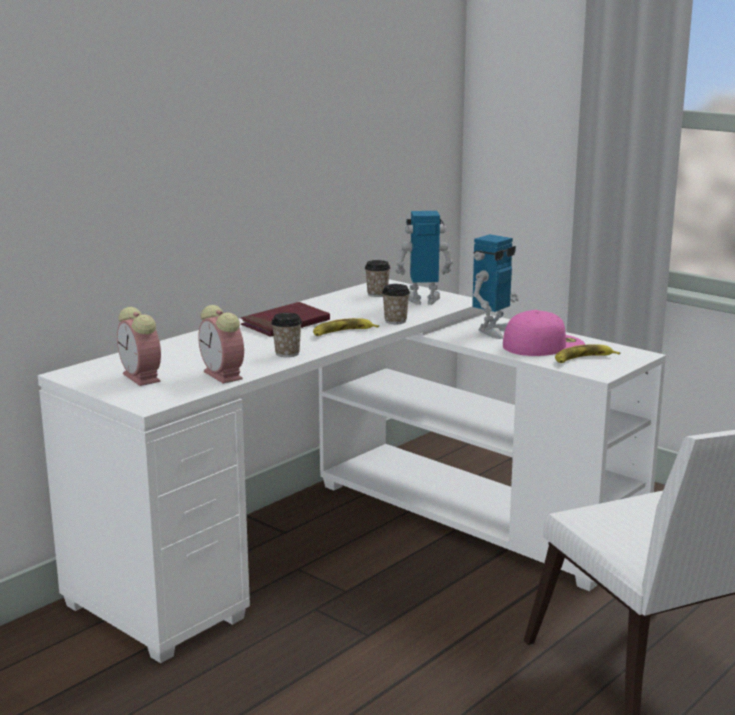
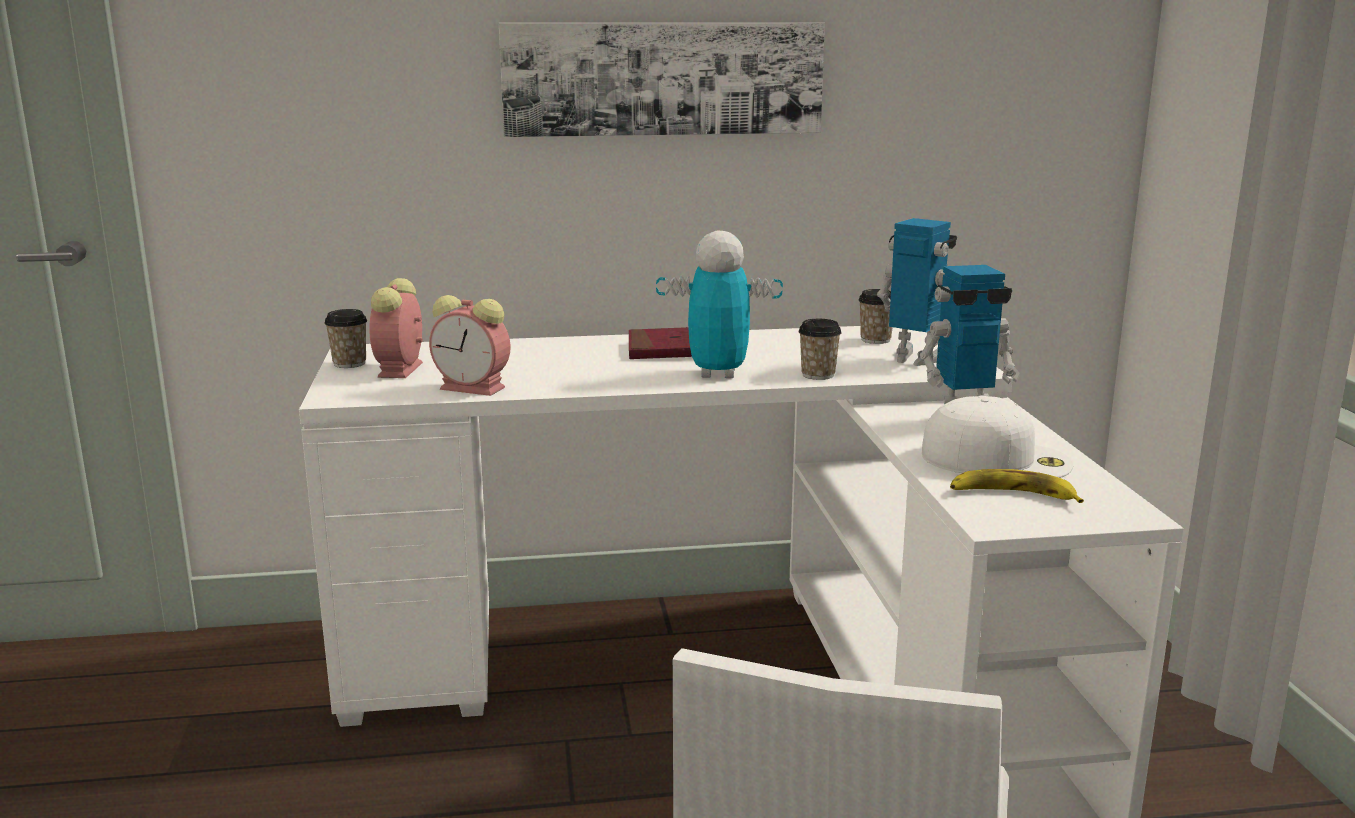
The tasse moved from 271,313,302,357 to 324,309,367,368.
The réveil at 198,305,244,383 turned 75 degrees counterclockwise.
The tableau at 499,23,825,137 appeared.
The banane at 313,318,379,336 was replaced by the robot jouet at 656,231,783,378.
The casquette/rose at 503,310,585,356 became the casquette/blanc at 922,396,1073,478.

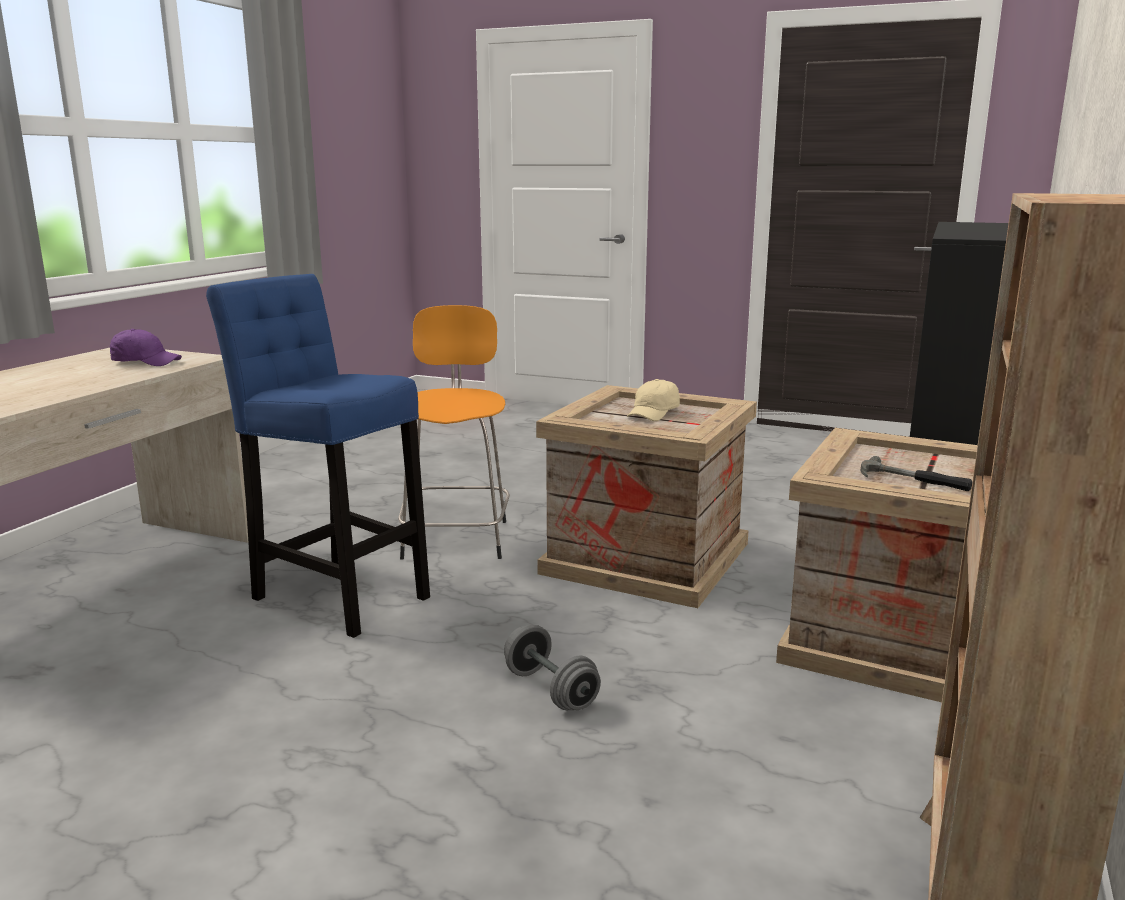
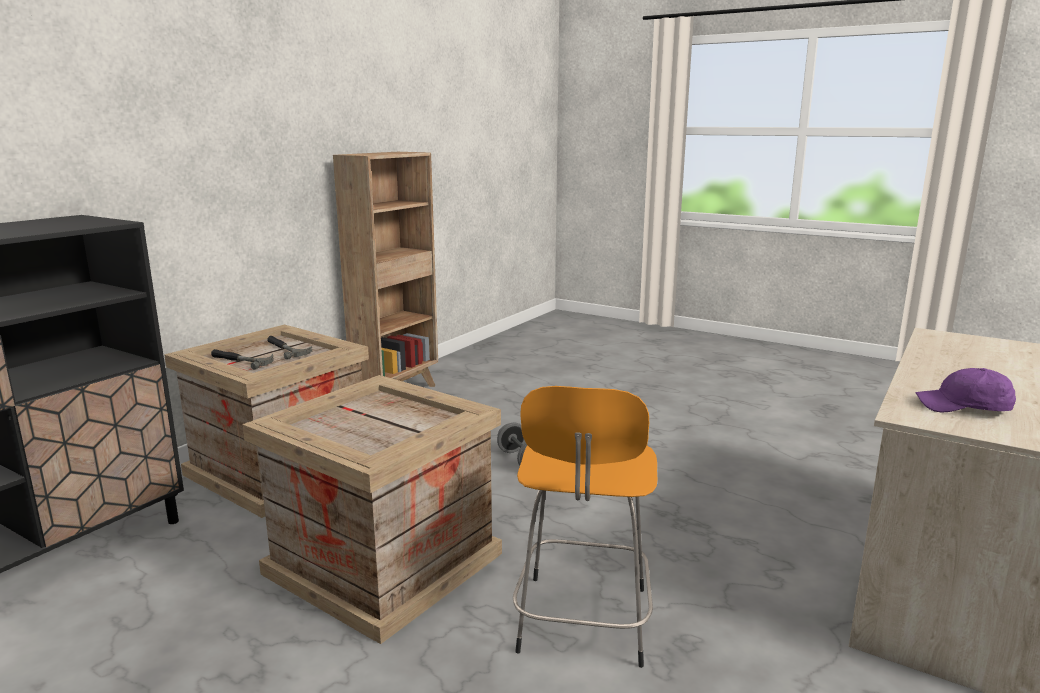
The marteau at 211,349,274,369 appeared.
The tabouret/bleu at 206,274,430,638 disappeared.
The casquette/beige at 627,379,680,421 disappeared.

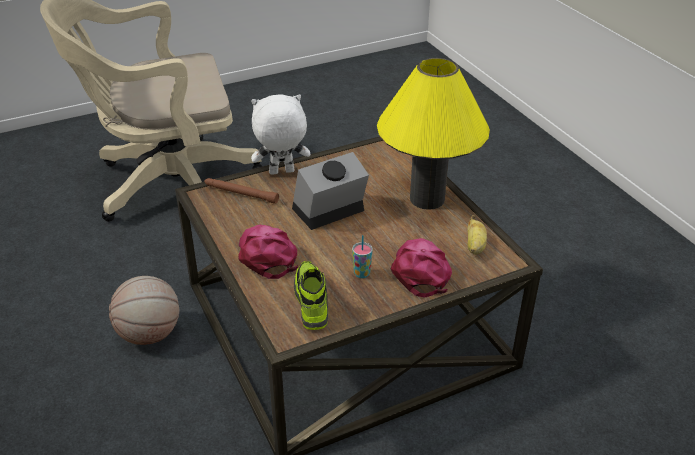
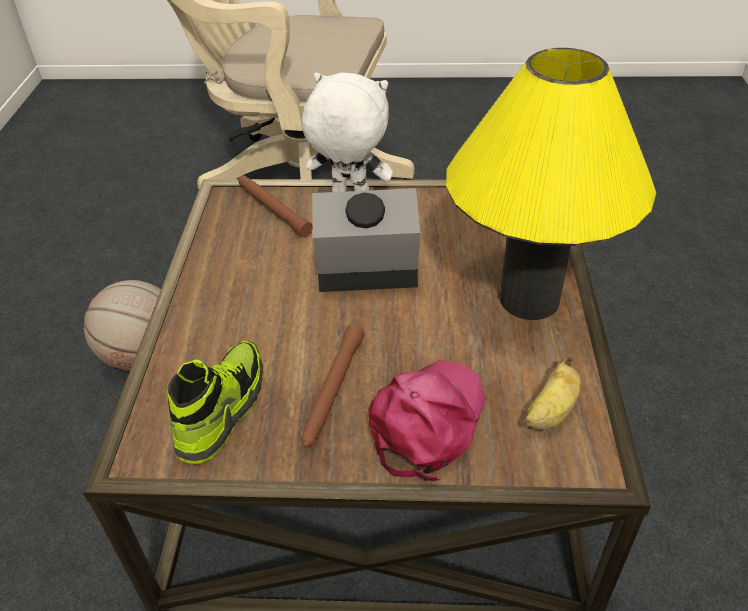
The tasse at 352,235,373,278 was replaced by the lampe de poche/marron at 301,324,365,448.
The casquette/rose at 238,224,298,279 disappeared.

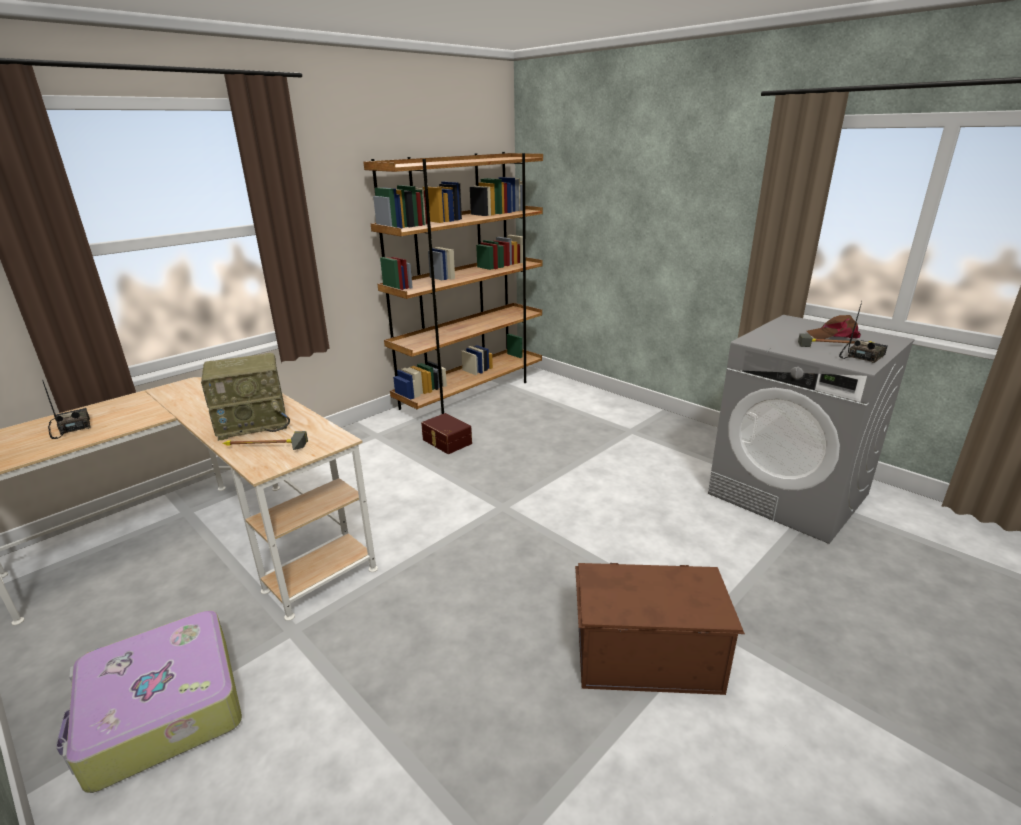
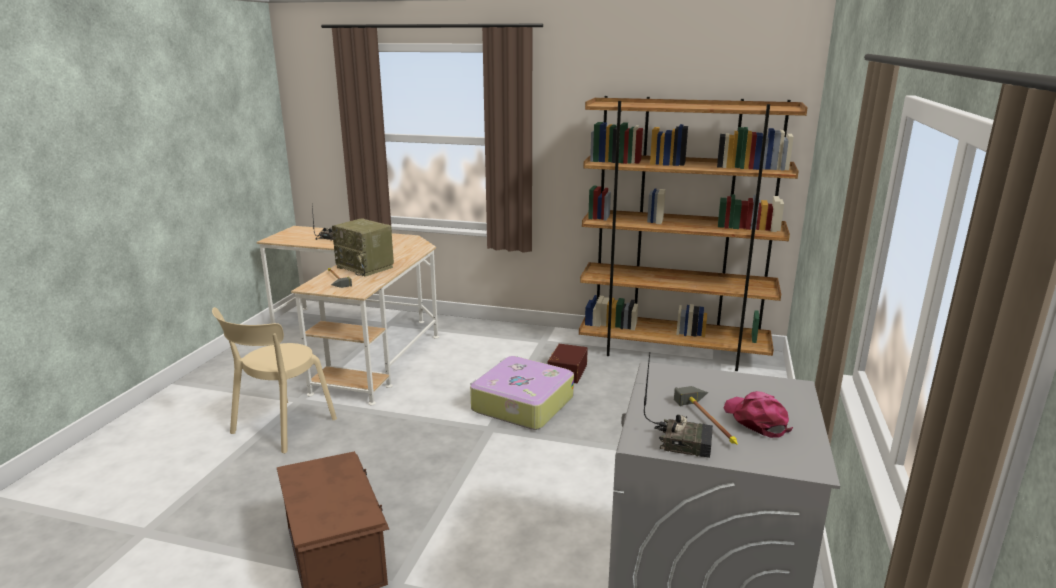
The chaise/beige at 212,307,337,454 appeared.
The valise moved from 56,610,242,793 to 470,356,574,430.
The casquette/marron at 807,315,861,339 became the casquette/rose at 724,391,793,438.

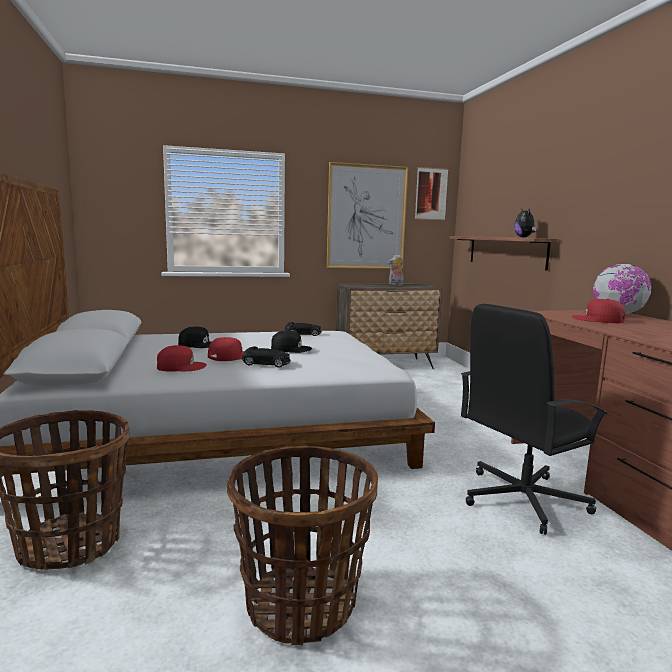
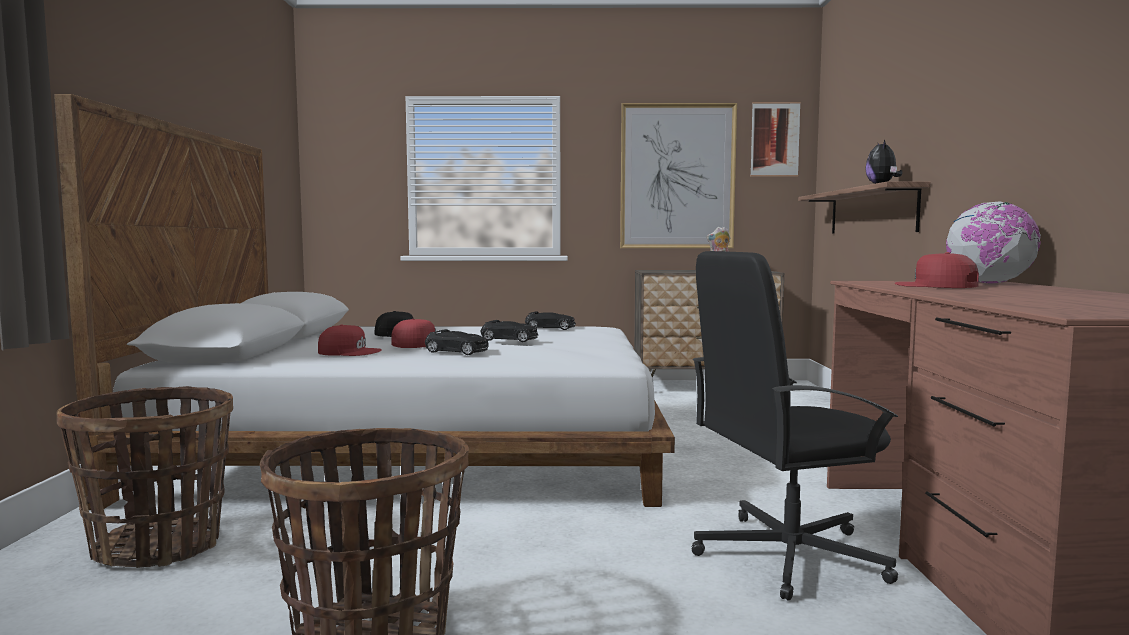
The casquette/noir at 271,330,312,353 was replaced by the petite voiture/noir at 480,320,539,342.

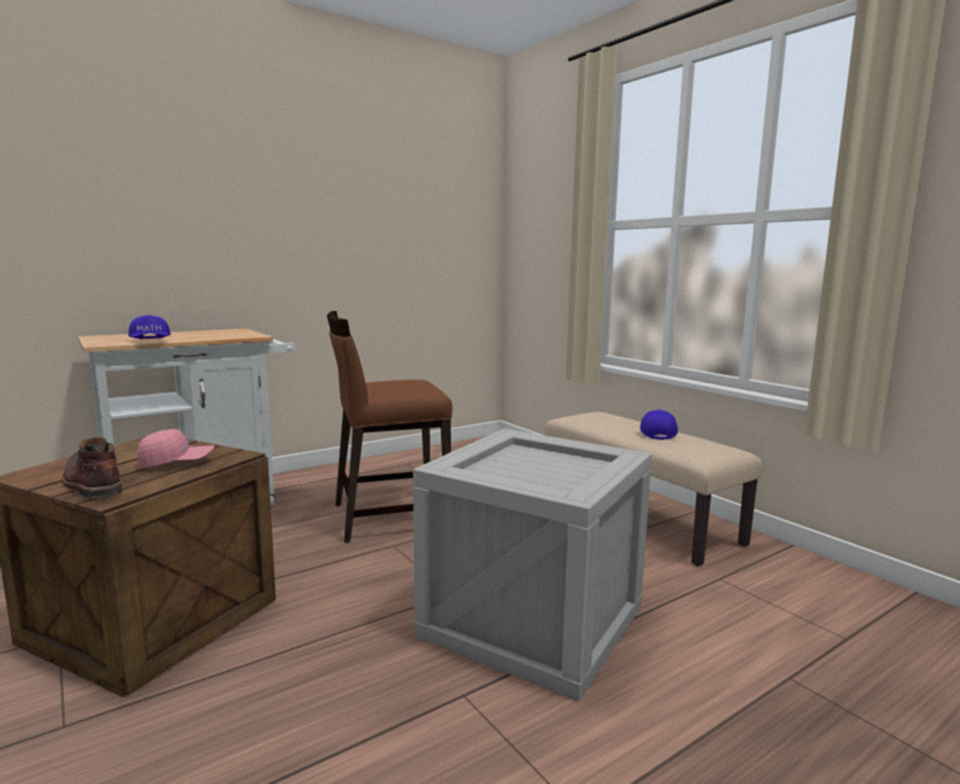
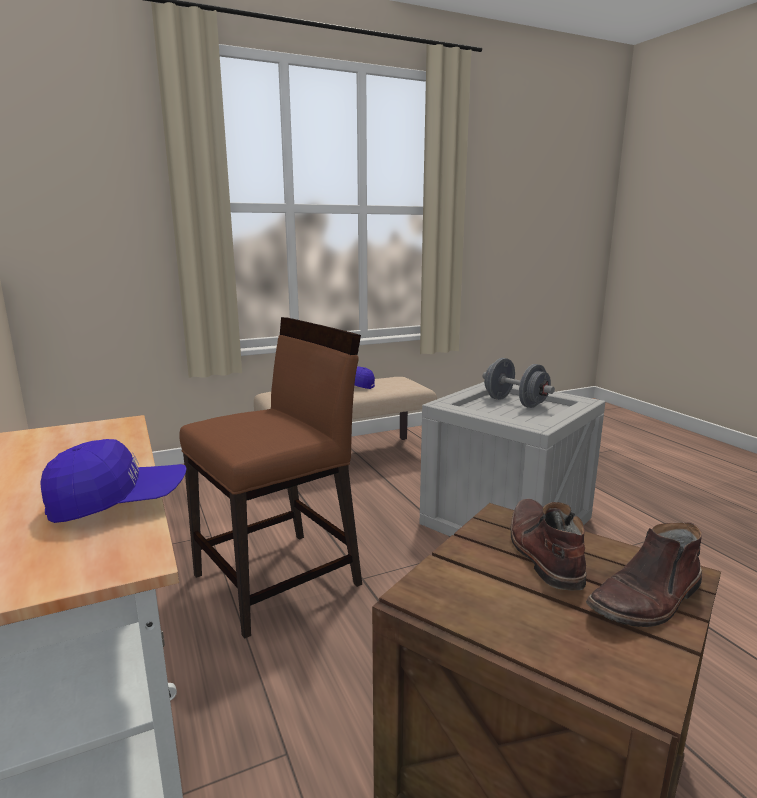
The chaise/marron at 327,311,452,543 turned 120 degrees counterclockwise.
The haltère/gris at 483,358,555,408 appeared.
The casquette/rose at 138,429,214,469 was replaced by the botte/marron at 510,499,587,590.

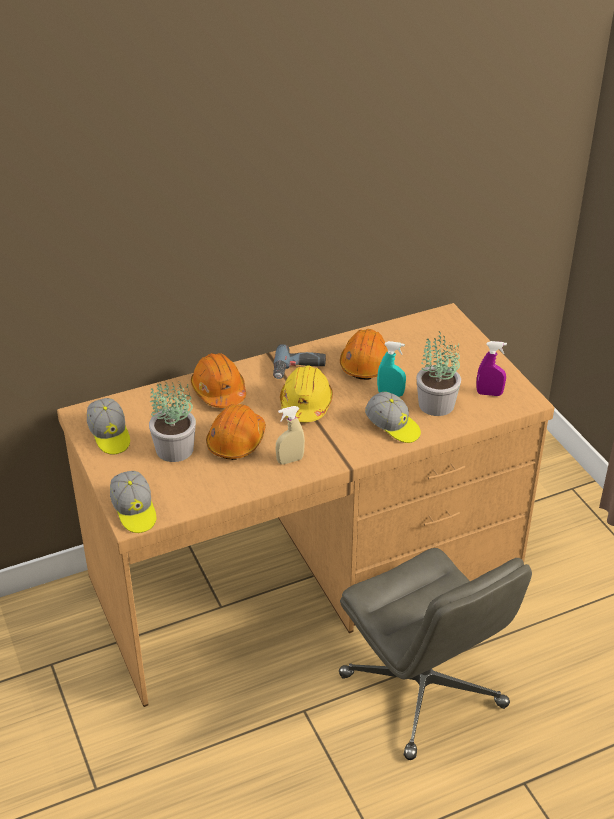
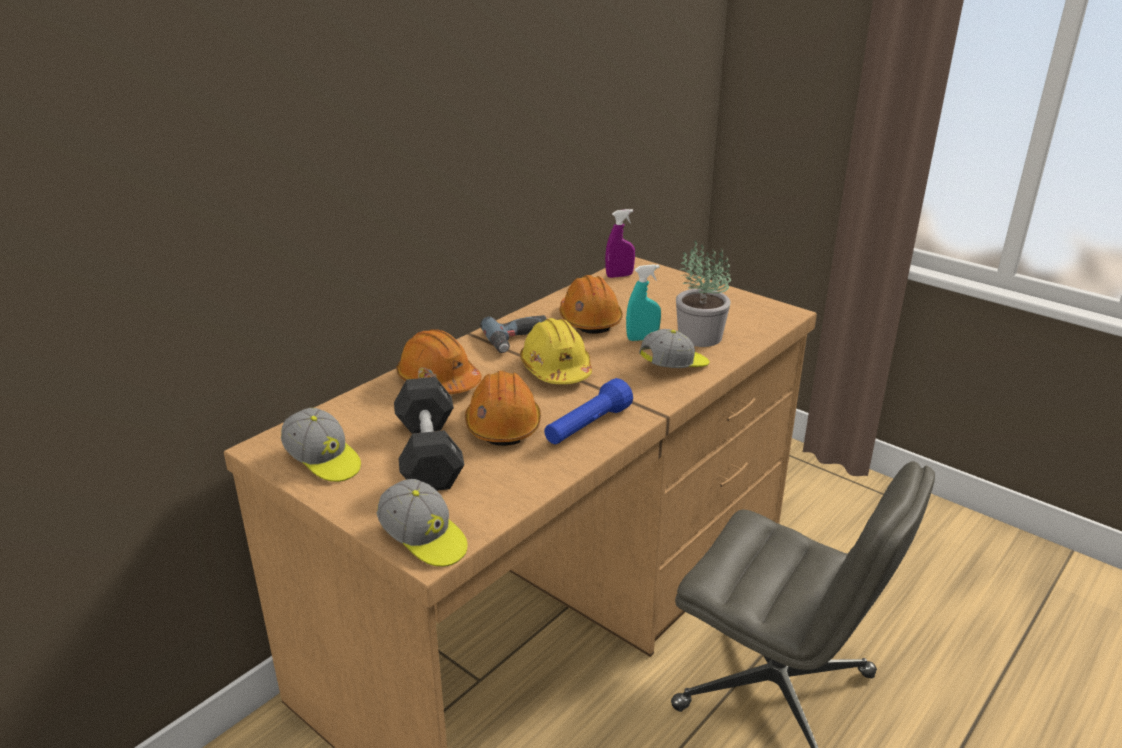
The plante en pot at 149,382,196,462 was replaced by the haltère/noir at 394,377,464,491.
The vaporisateur/beige at 276,406,305,464 was replaced by the lampe de poche/bleu at 544,378,633,444.
The vaporisateur/violet moved from 476,341,507,396 to 605,209,635,278.
The casquette at 365,392,421,443 turned 45 degrees counterclockwise.

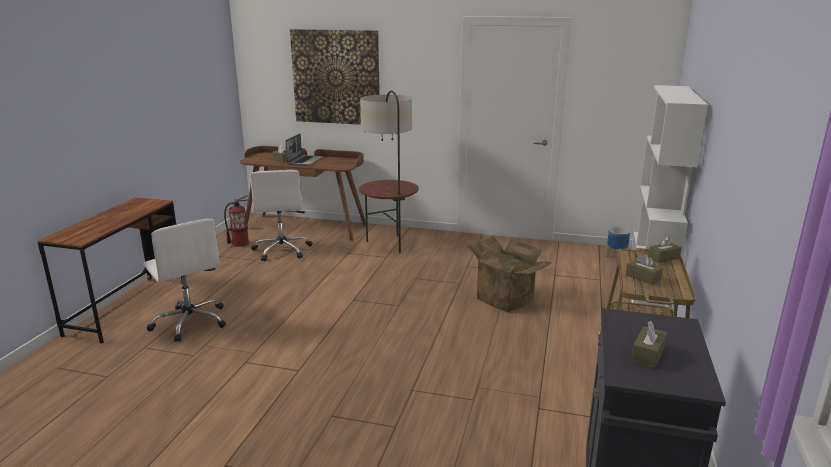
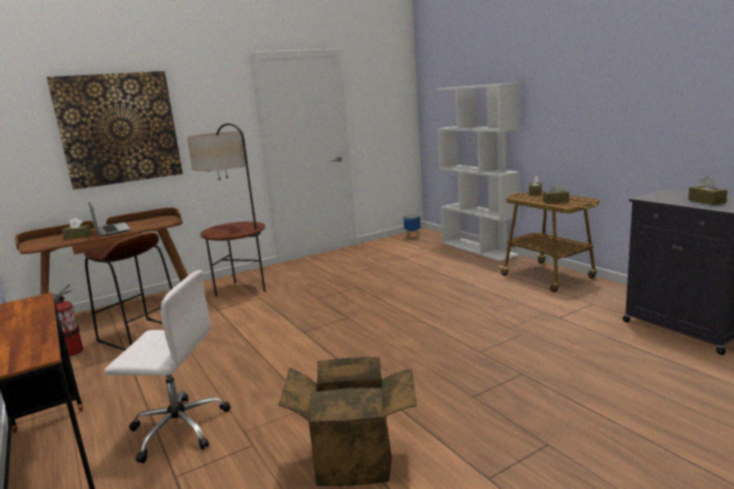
The chaise de bureau/blanc at 250,170,312,261 was replaced by the tabouret/marron at 84,232,173,351.
The carton moved from 468,236,552,312 to 278,357,417,486.

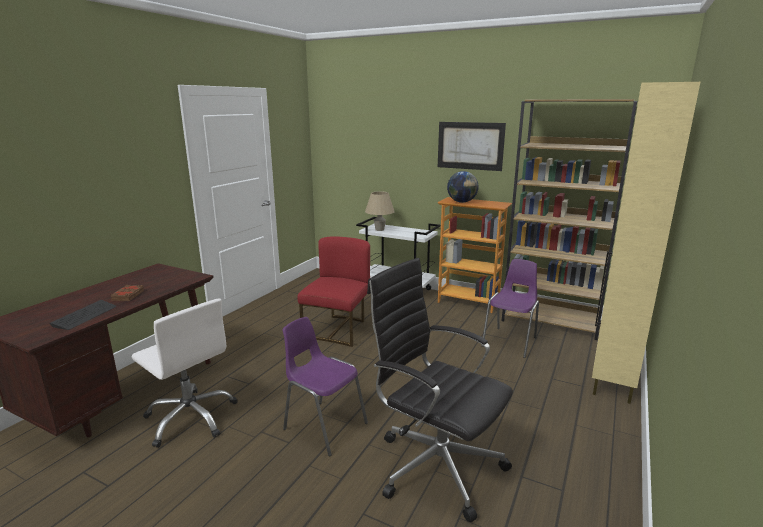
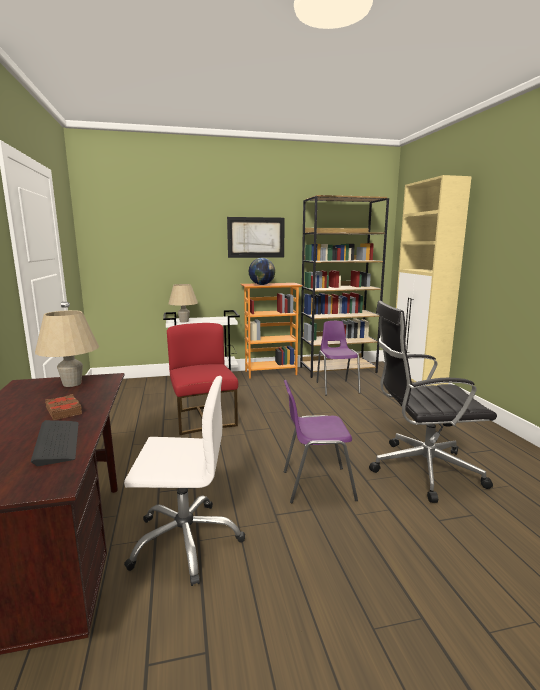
The lampe de table/beige at 35,310,99,387 appeared.

